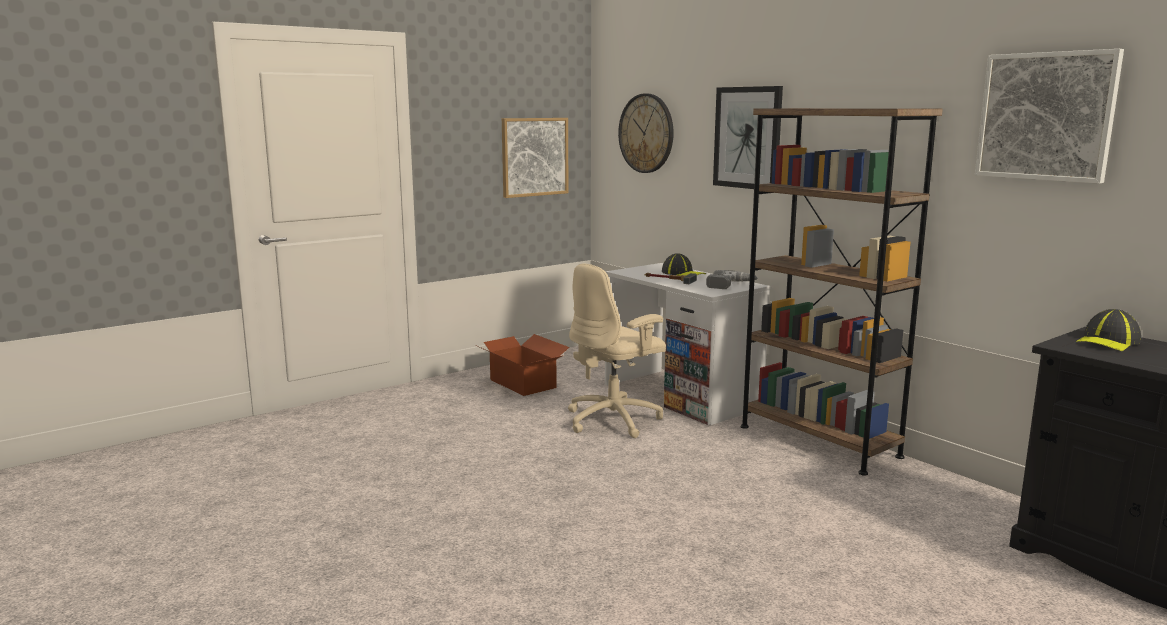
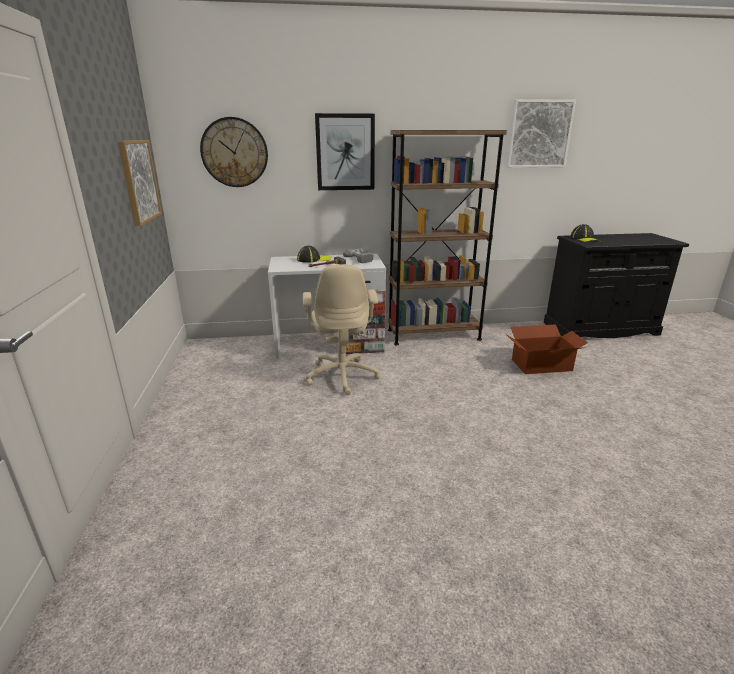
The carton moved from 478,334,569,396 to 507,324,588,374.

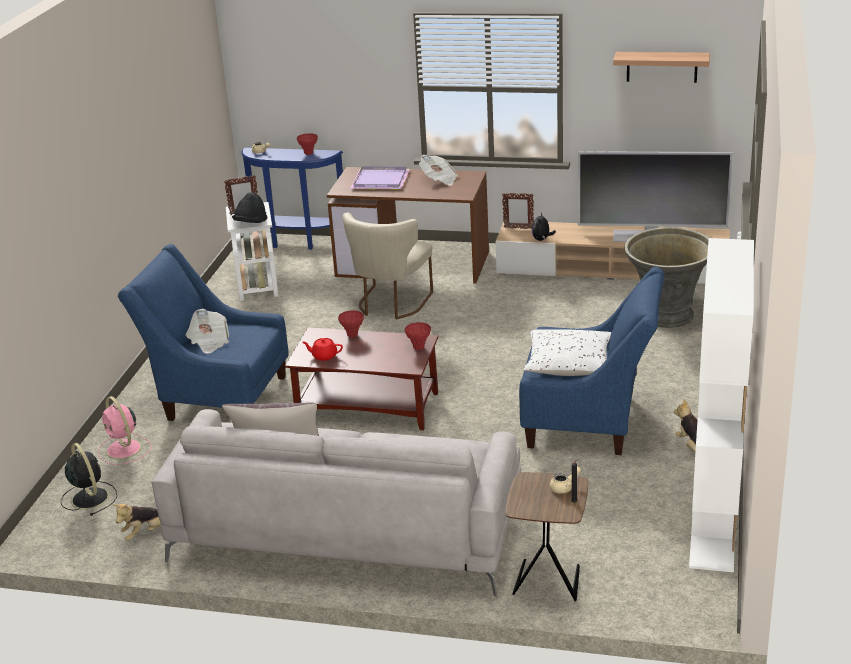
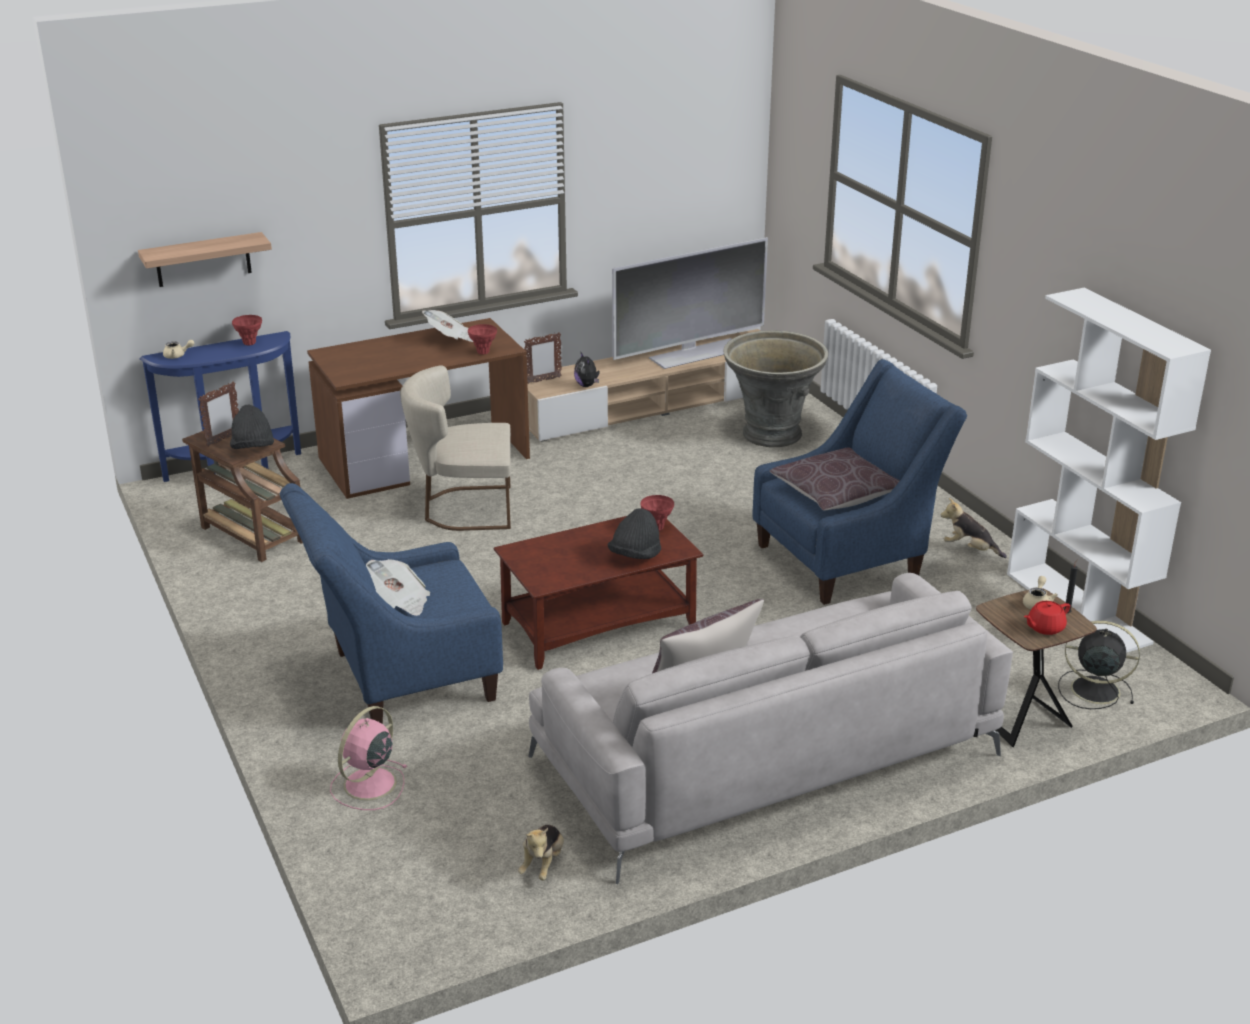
The étagère moved from 613,52,710,83 to 138,232,272,287.
The table d'appoint/blanc at 226,202,279,301 became the table d'appoint/marron at 182,431,303,562.
The ventilateur/rose at 98,396,152,465 turned 105 degrees clockwise.
The chaise/beige at 343,213,433,320 turned 105 degrees clockwise.
The vase/rouge moved from 338,311,364,338 to 468,324,497,355.
The chapeau/noir at 608,508,661,559 appeared.
The coussin/blanc at 524,329,611,376 became the coussin/marron at 770,448,900,511.
The théière/rouge moved from 302,338,343,361 to 1024,601,1070,635.
The ventilateur/noir moved from 61,443,117,516 to 1058,621,1140,709.
The plateau/violet at 350,167,410,190 disappeared.

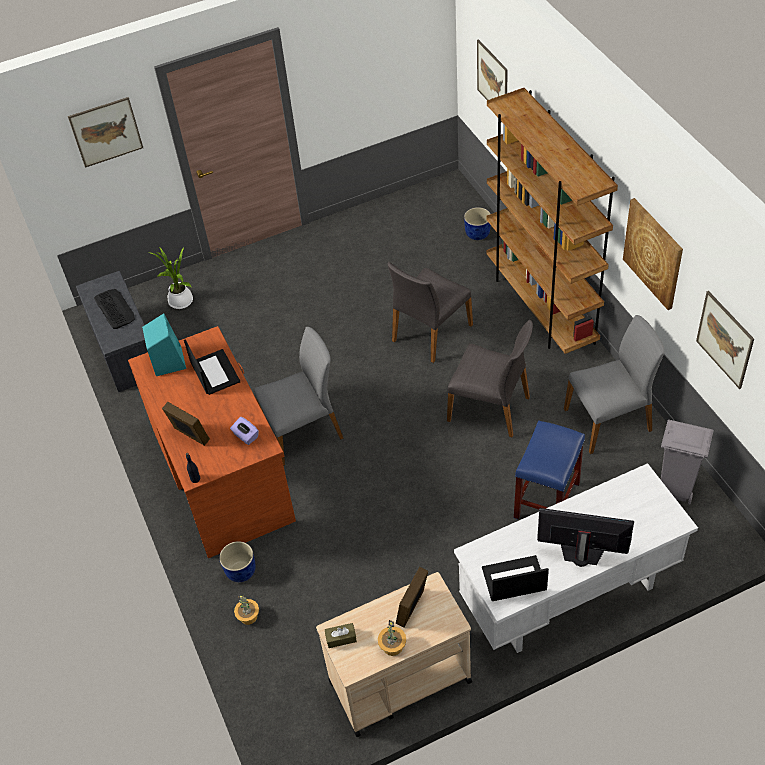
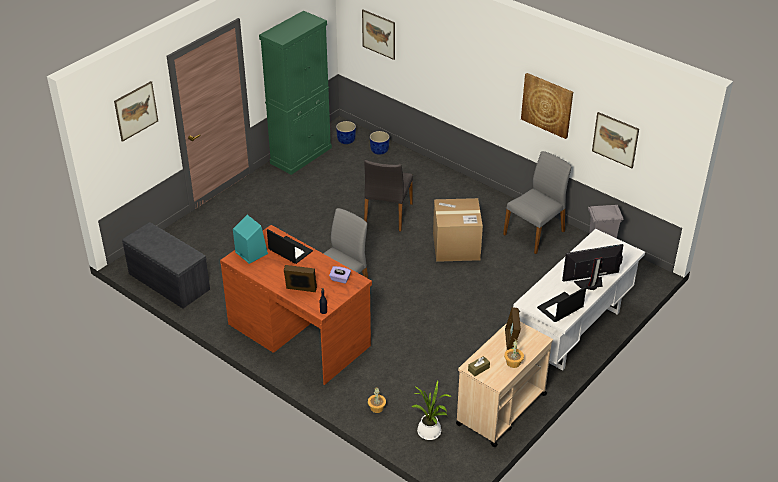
The meuble de rangement/vert at 259,11,332,175 appeared.
The cache-pot/bleu moved from 219,541,256,582 to 336,121,356,144.
The plante en pot moved from 151,247,193,309 to 412,380,452,440.
The chaise/gris at 447,320,533,437 was replaced by the carton at 433,198,483,262.
The clavier at 94,289,135,329 disappeared.
The bibliothèque/marron at 486,88,618,354 disappeared.
The tabouret/bleu at 514,421,585,520 disappeared.

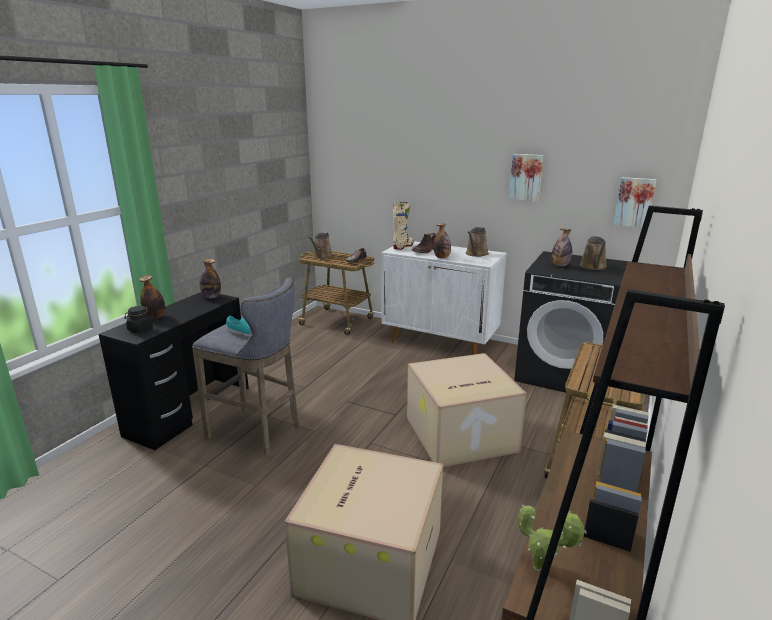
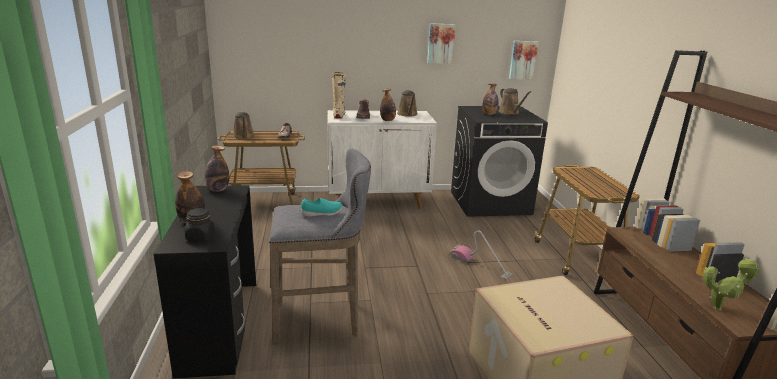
The carton at 407,353,527,467 was replaced by the aspirateur at 451,231,513,280.

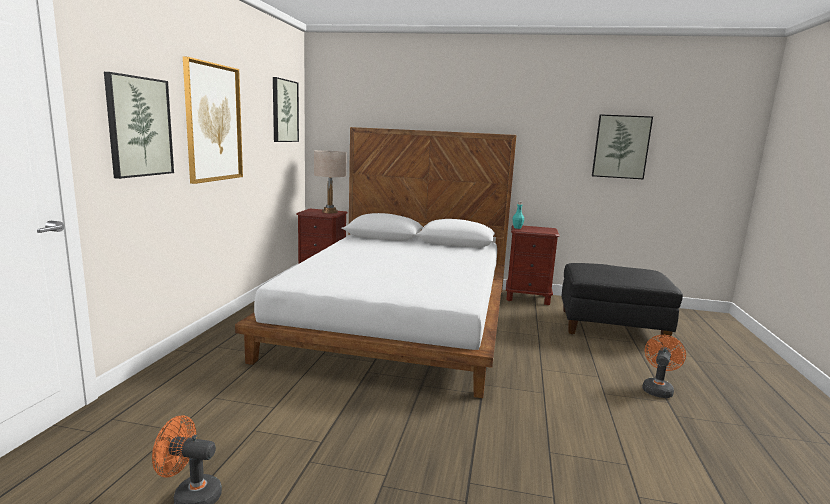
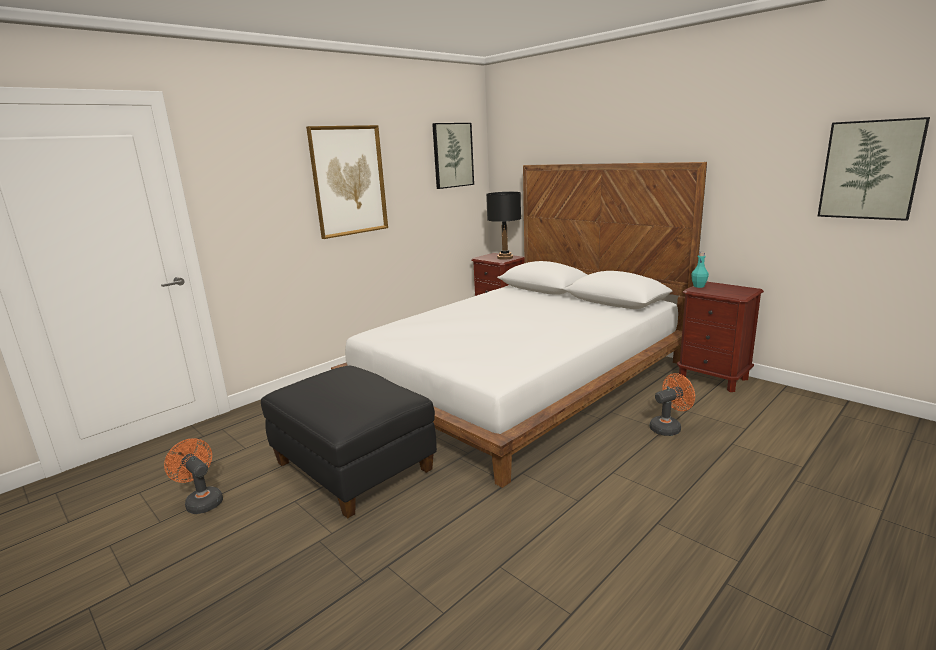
The pouf/noir moved from 561,263,683,344 to 261,366,437,518.
The lampe de table/beige at 314,150,347,213 became the lampe de table/noir at 486,192,521,260.
The ventilateur/orange moved from 642,335,686,398 to 650,373,695,436.
The tableau at 104,72,174,179 disappeared.

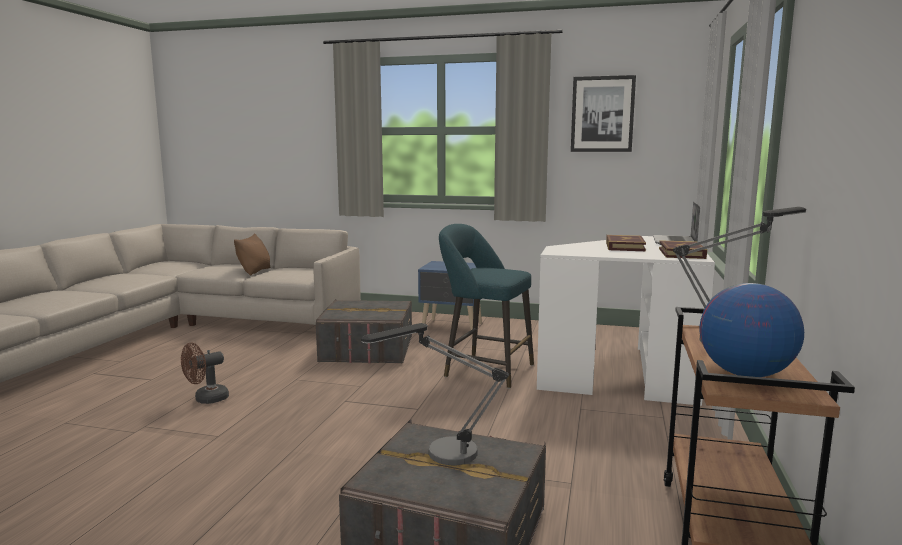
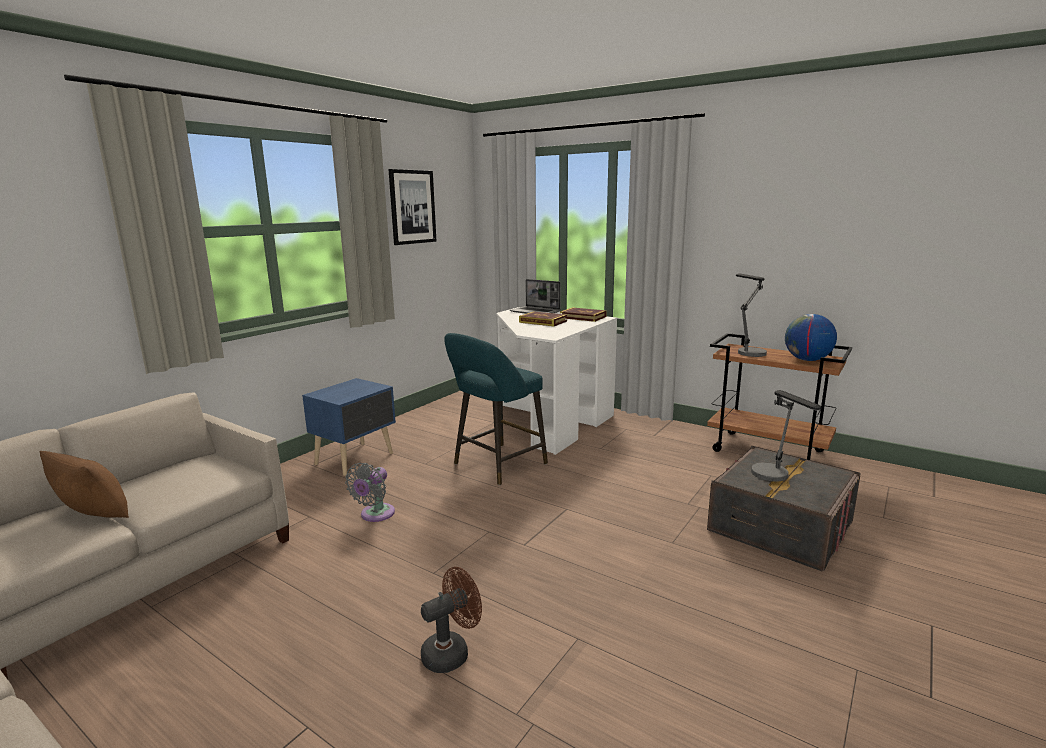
The boîte de rangement/gris at 316,299,412,363 was replaced by the ventilateur/gris at 345,463,395,522.
The ventilateur/marron at 181,343,229,404 turned 105 degrees counterclockwise.

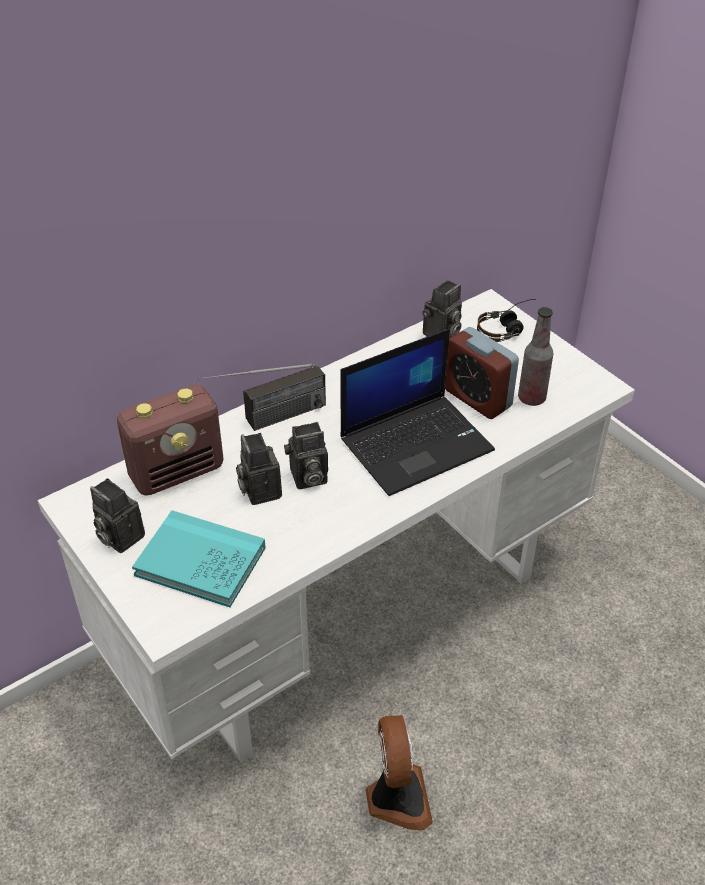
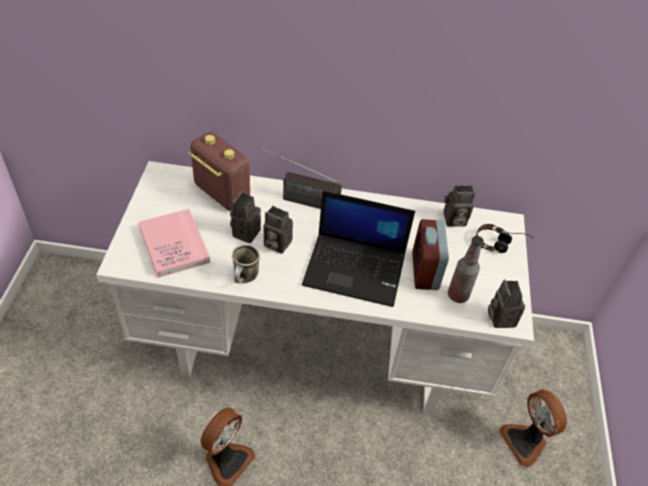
The livre/turquoise at 132,510,266,607 became the livre/rose at 139,209,210,278.
The radio at 117,384,223,496 turned 150 degrees counterclockwise.
The mug at 232,244,260,283 appeared.
The appareil photo moved from 90,478,145,553 to 488,279,525,328.
The ventilateur at 499,389,567,467 appeared.

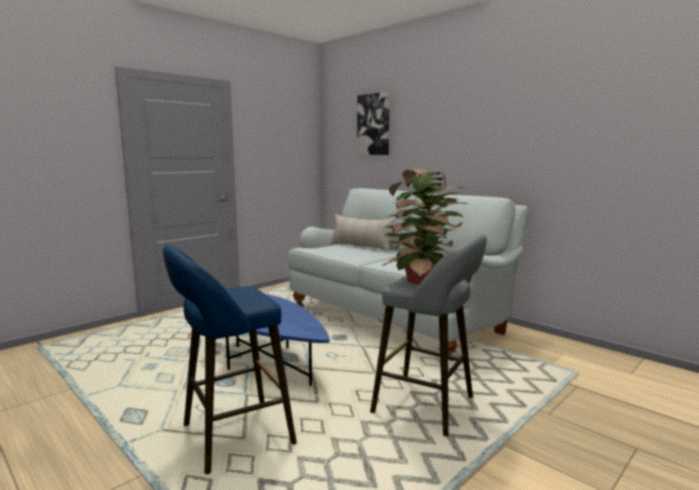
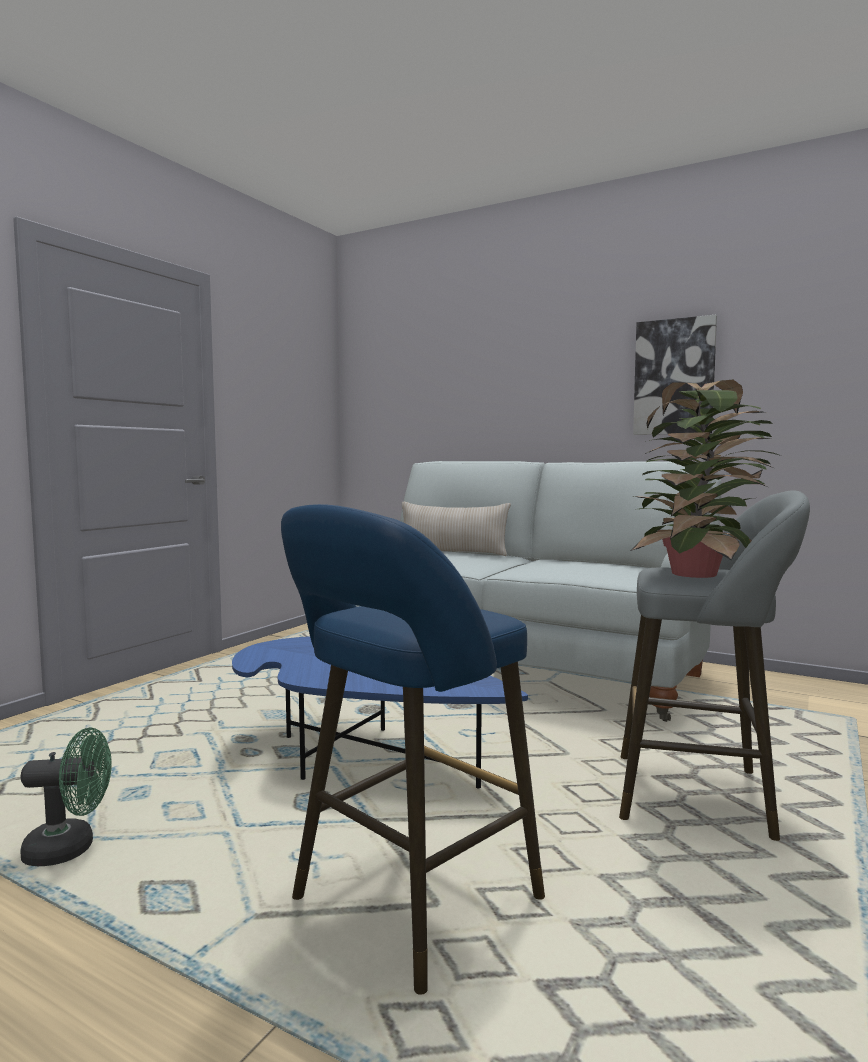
The ventilateur/vert at 20,728,112,866 appeared.
The tableau moved from 357,92,390,155 to 633,315,717,435.

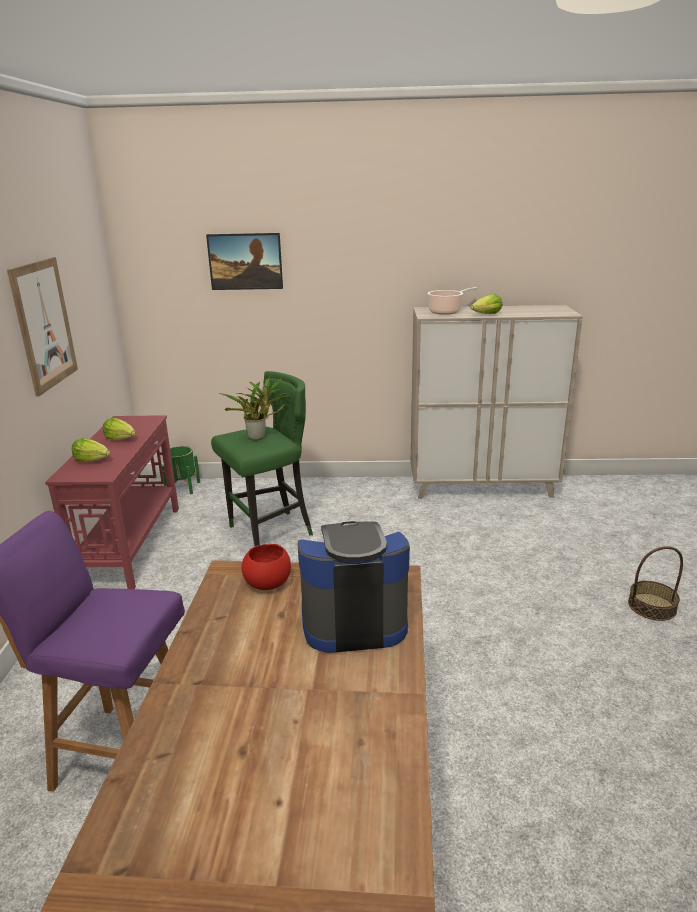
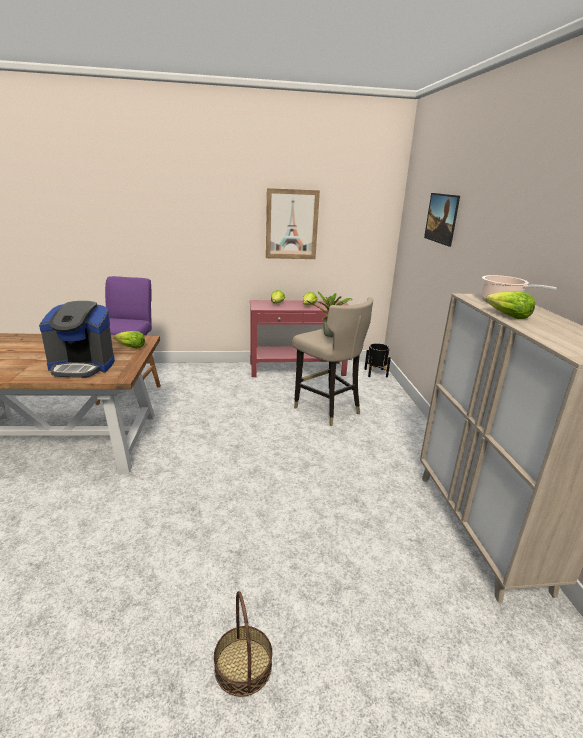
The machine à café at 298,521,410,653 turned 105 degrees clockwise.
The bol/rouge at 242,544,291,590 was replaced by the laitue at 114,331,145,349.
The tabouret/vert at 211,371,313,546 became the tabouret/beige at 292,297,373,426.
The cache-pot/vert at 162,446,200,494 became the cache-pot/noir at 364,343,391,377.

